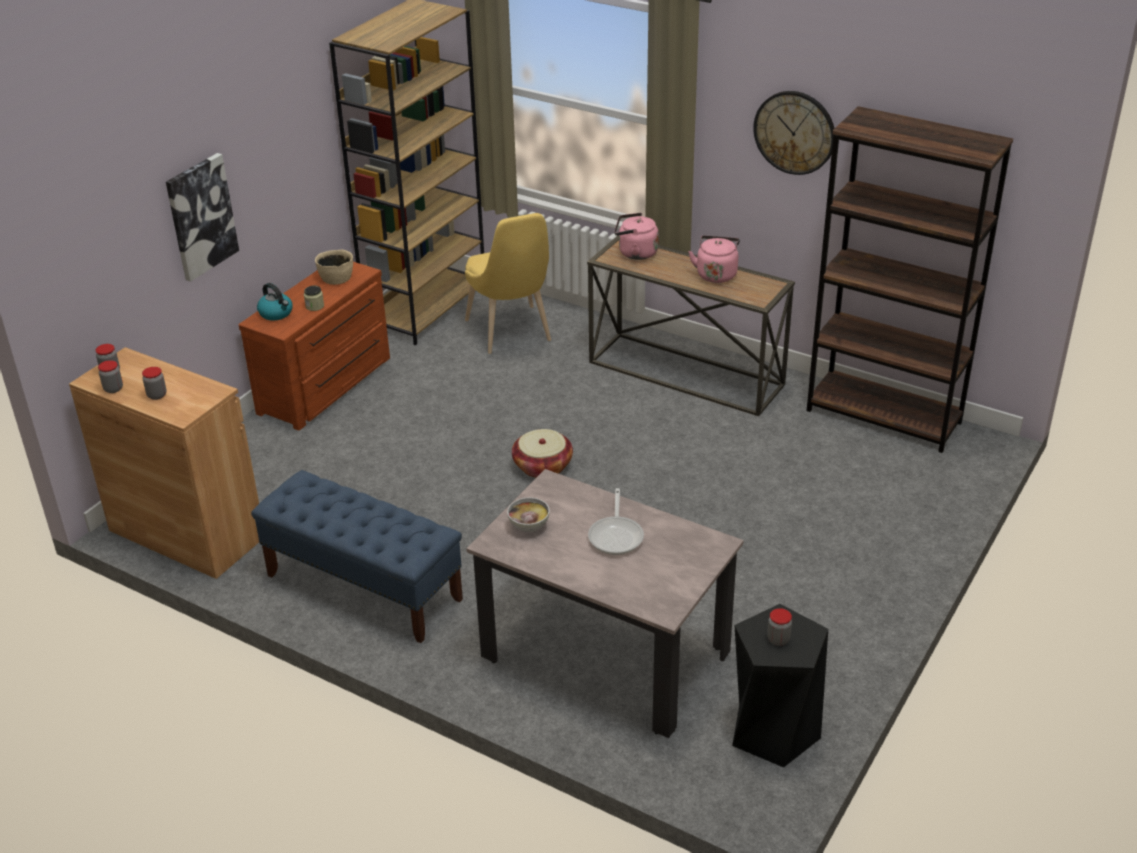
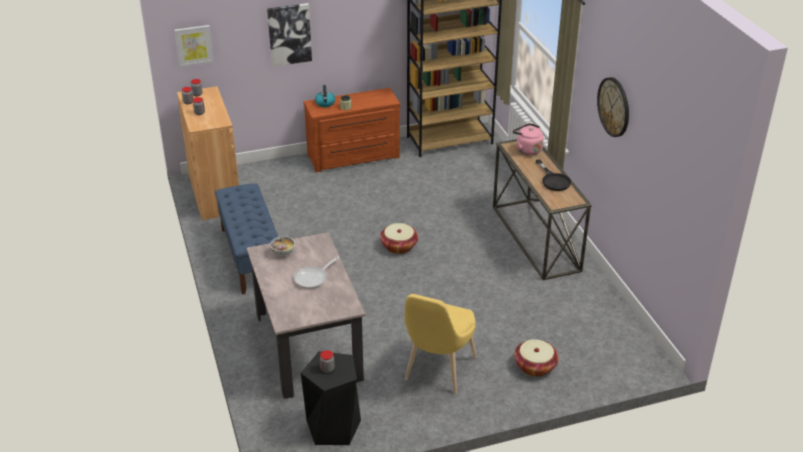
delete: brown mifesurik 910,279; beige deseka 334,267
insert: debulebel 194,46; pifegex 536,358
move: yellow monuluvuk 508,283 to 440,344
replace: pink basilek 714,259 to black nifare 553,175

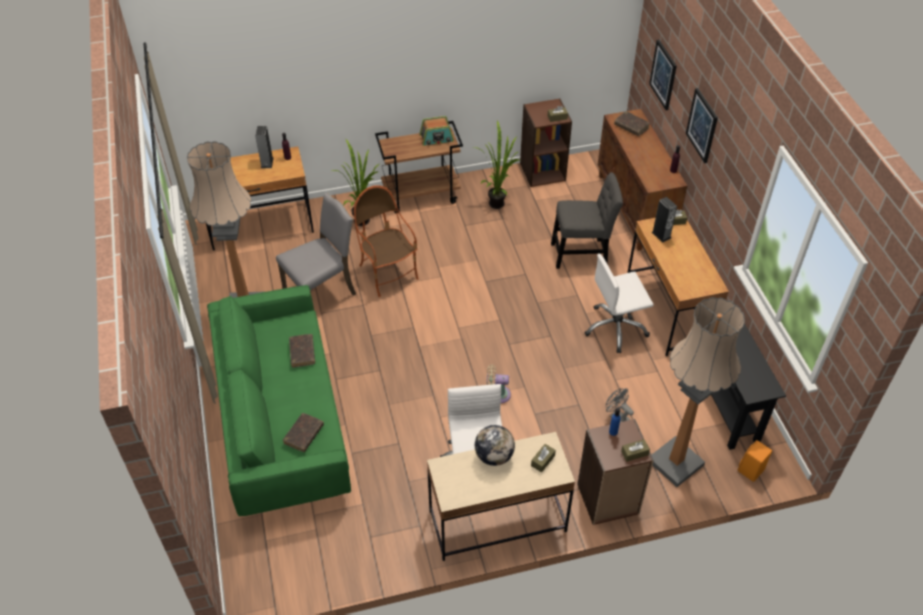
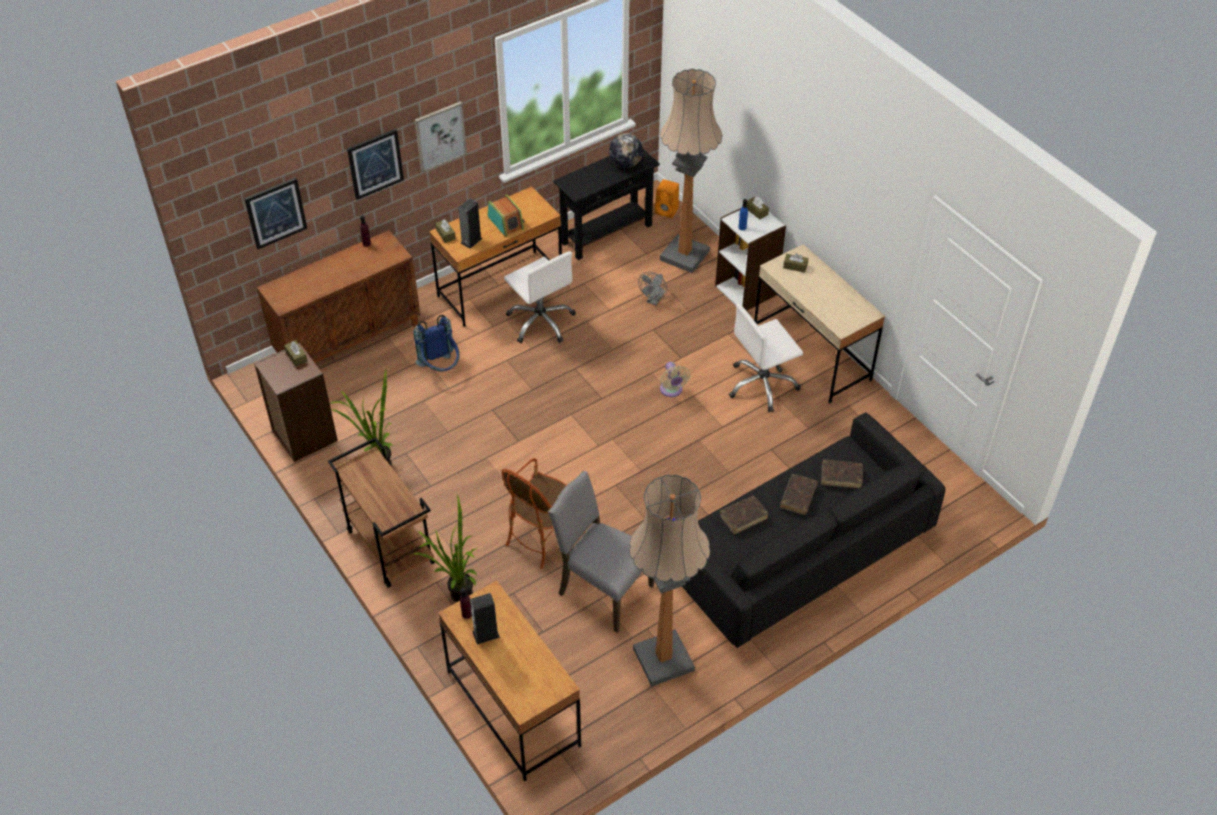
insert: debulebel 441,137
move: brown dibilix 632,123 to 799,494; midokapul 437,131 to 506,215; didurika 495,445 to 626,150
replace: grey monuluvuk 587,220 to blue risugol 436,343
recolor: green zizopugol 279,400 to black zizopugol 810,530; brown mifesurik 615,472 to white mifesurik 750,259

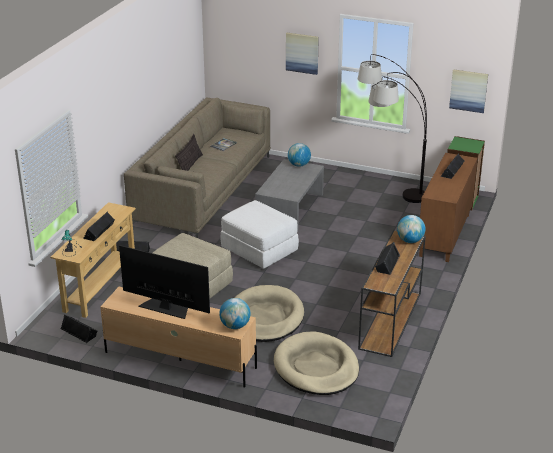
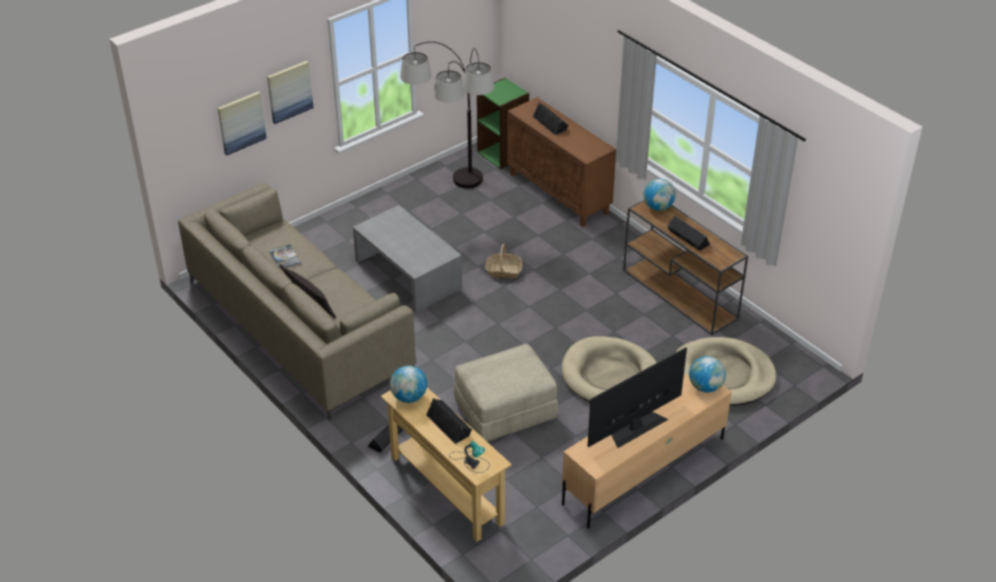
delete: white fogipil 259,234; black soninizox 79,329
insert: pifegex 503,261
move: debulebel 468,91 to 242,123; didurika 299,155 to 408,384

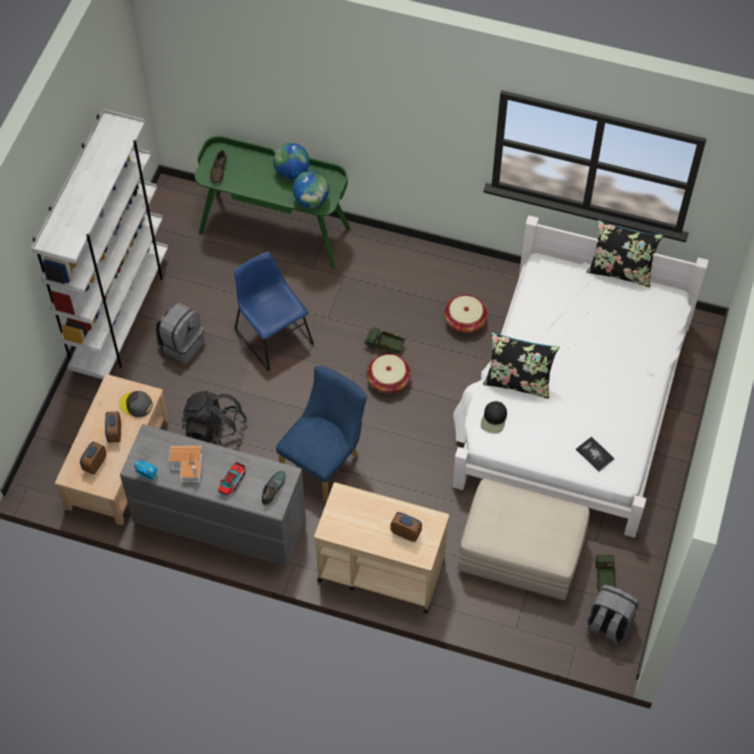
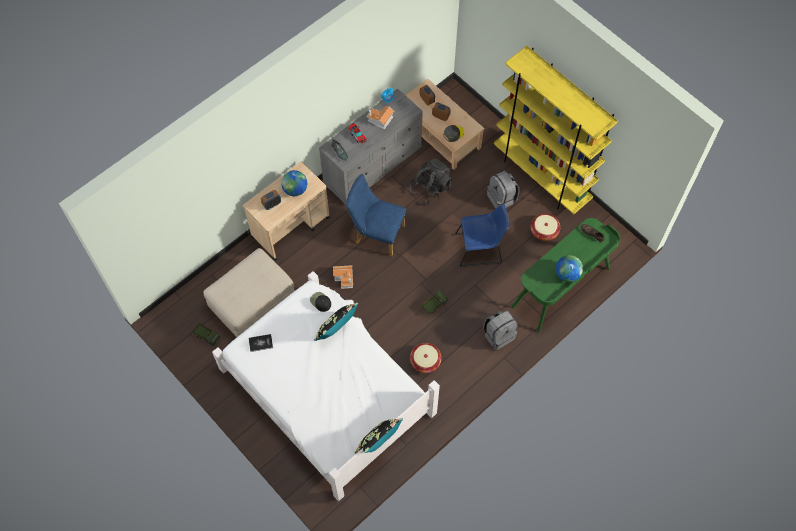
insert: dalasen 343,277
move: didurika 311,189 to 294,183; pifegex 389,373 to 545,227; grey risugol 612,614 to 500,330
recolor: white mifesurik 99,244 to yellow mifesurik 556,130
rotate: blue monuluvuk 321,434 = 376,215 135 degrees clockwise

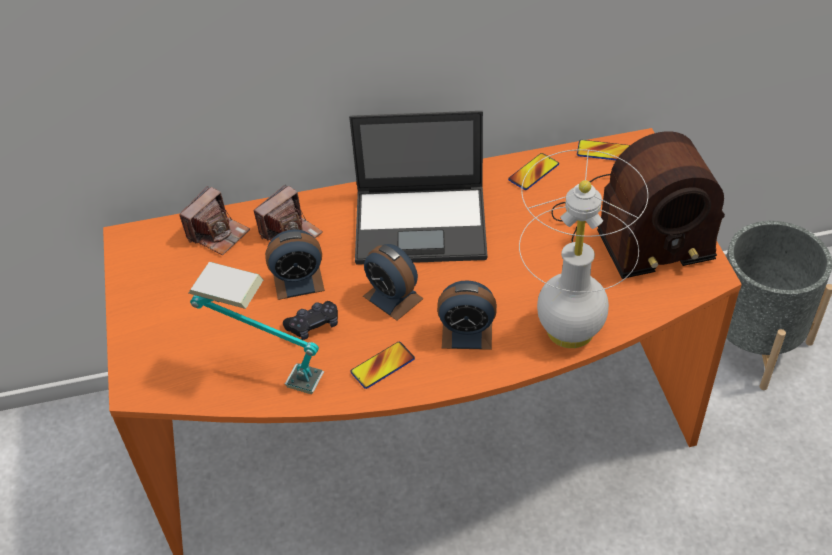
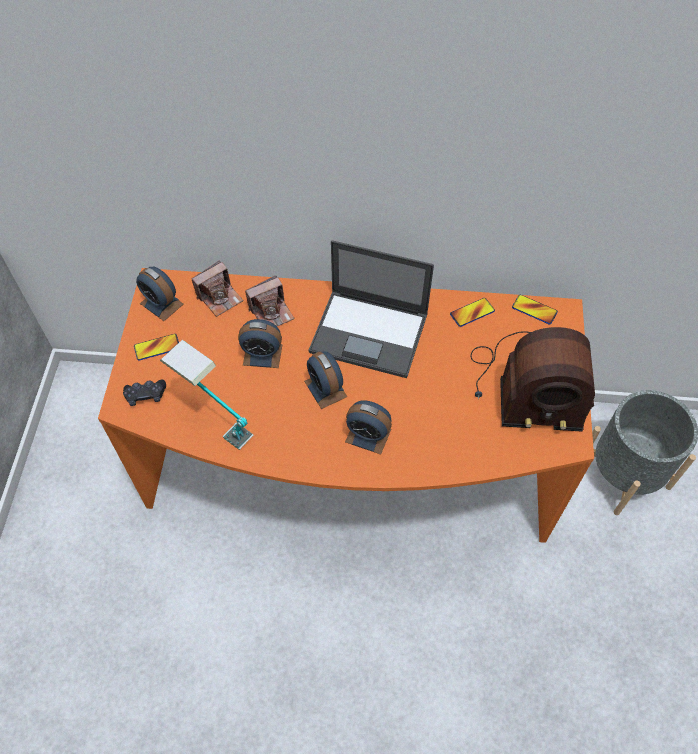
delete: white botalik 583,248
insert: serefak 160,294
move: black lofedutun 310,320 to 144,392; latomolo 383,365 to 156,347

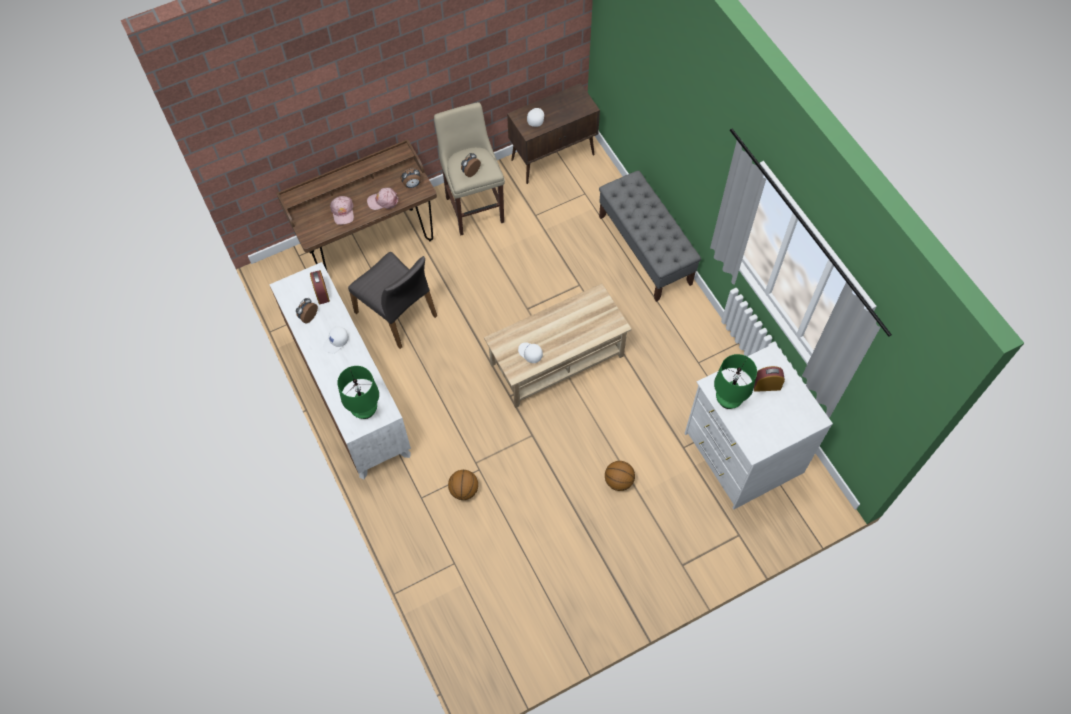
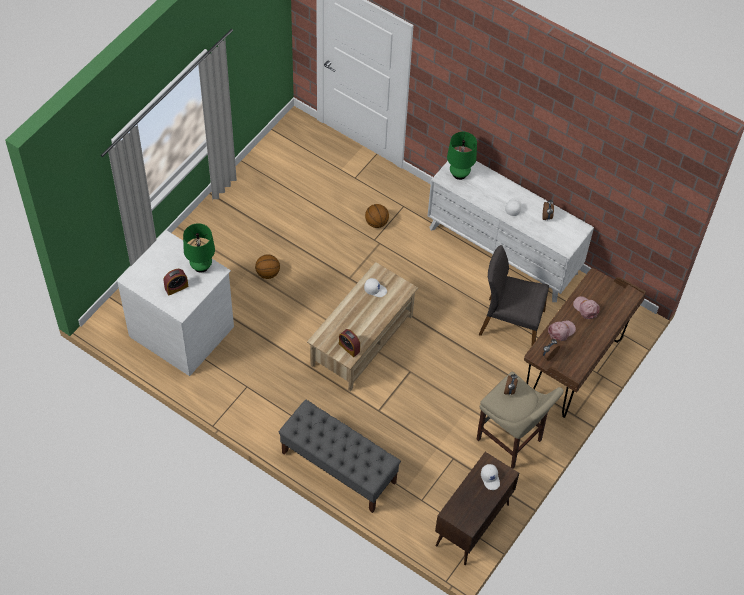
move: serefak 320,287 to 349,343

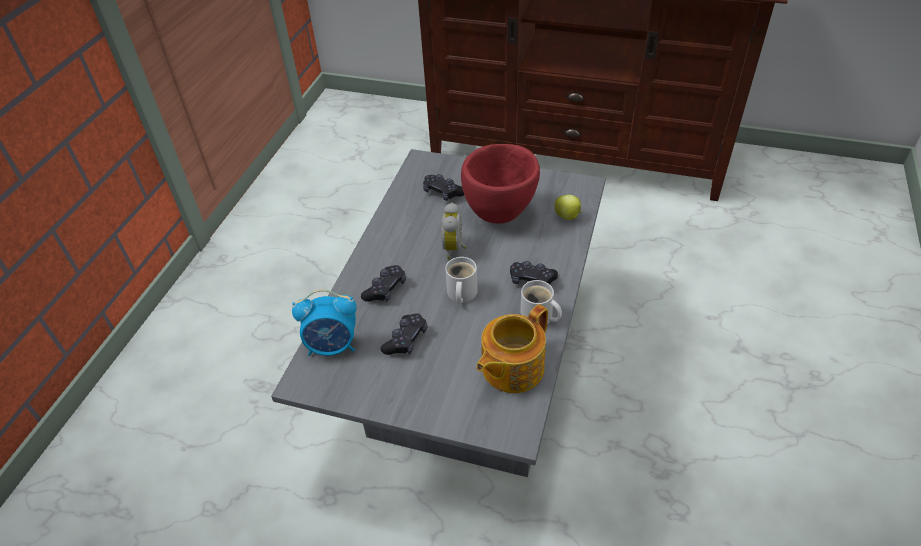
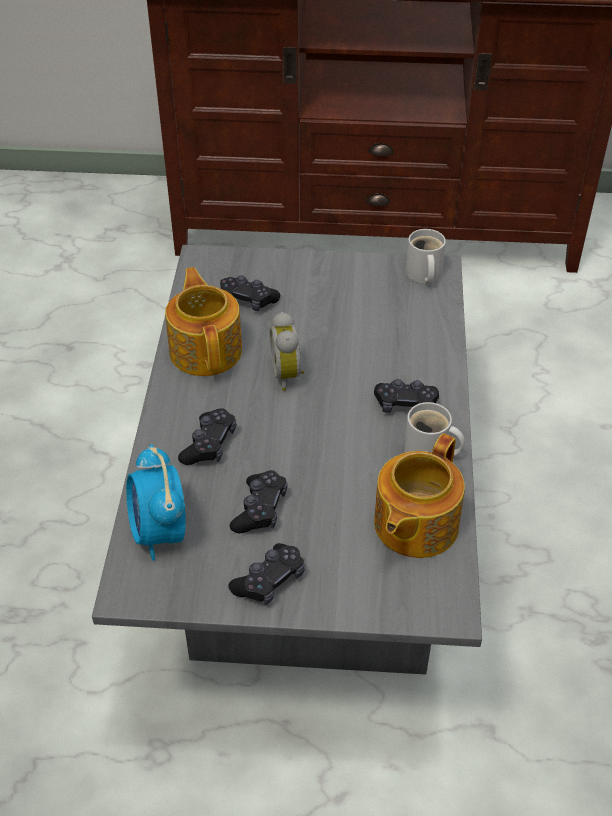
delete: red deseka 500,184; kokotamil 568,207
insert: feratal 203,321; black lofedutun 266,574
move: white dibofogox 461,280 to 426,256
rotate: serefak 324,322 = 156,502 90 degrees clockwise

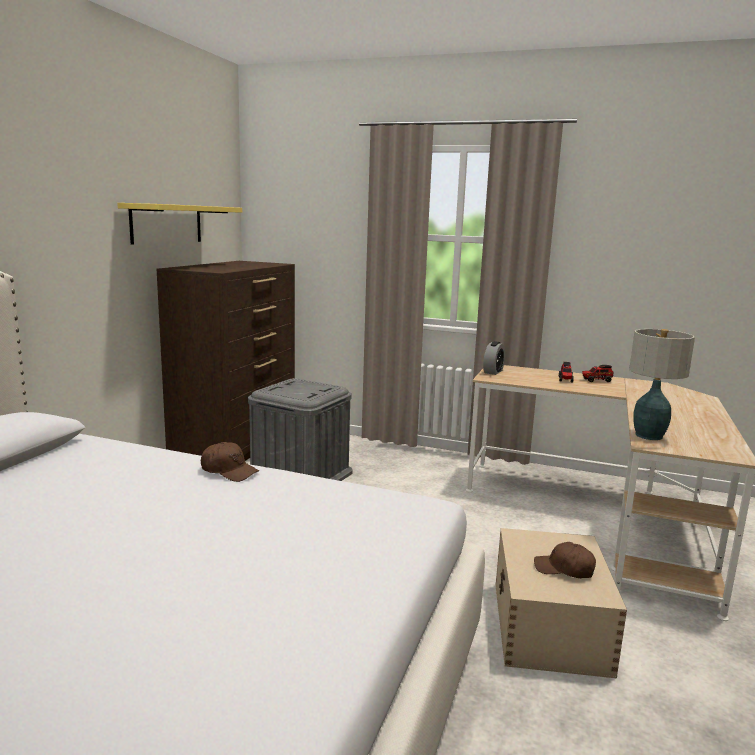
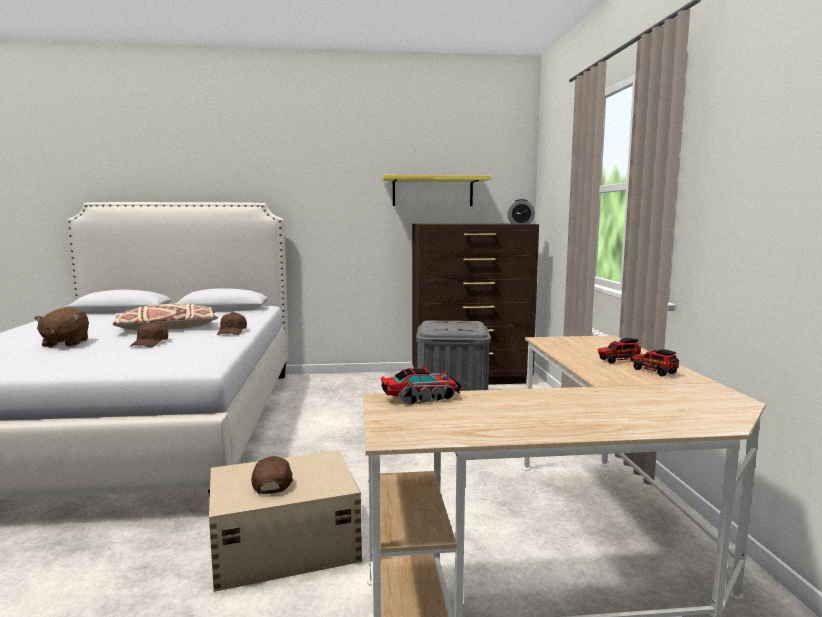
insert: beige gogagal 165,317; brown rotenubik 61,327; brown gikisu 149,334
move: serefak 494,358 to 521,211
replace: botalik 662,384 to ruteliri 420,386

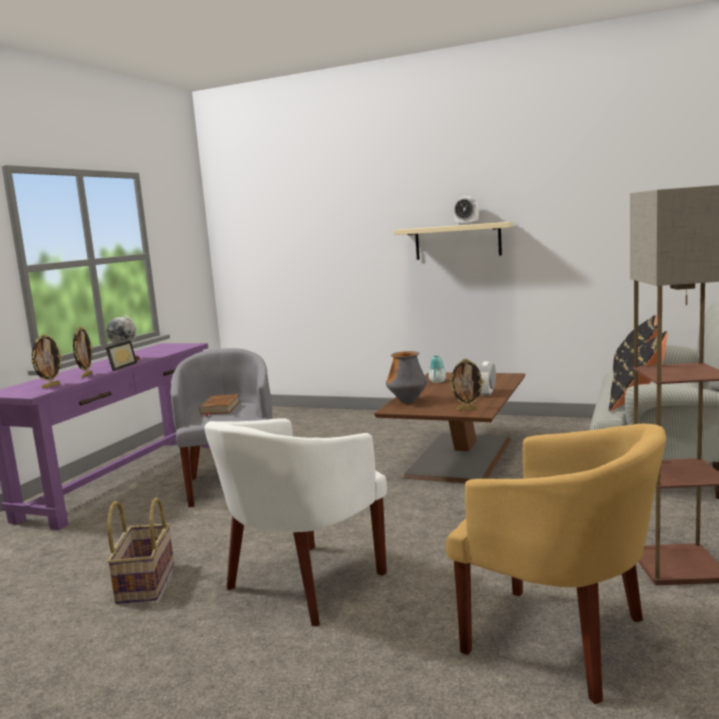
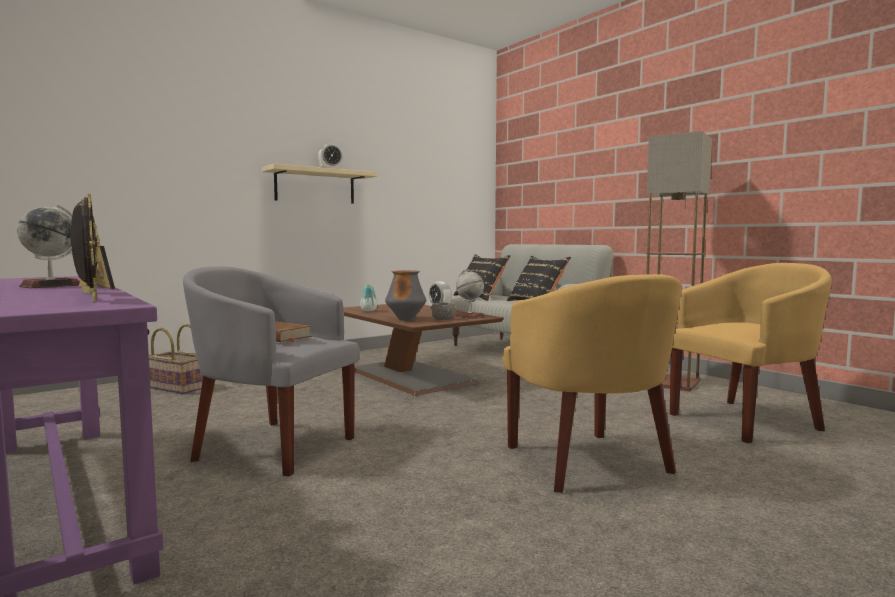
insert: grey deseka 443,311
move: pifegex 140,550 to 176,359
replace: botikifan 466,384 to didurika 470,294
recolor: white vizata 296,522 to yellow vizata 592,383

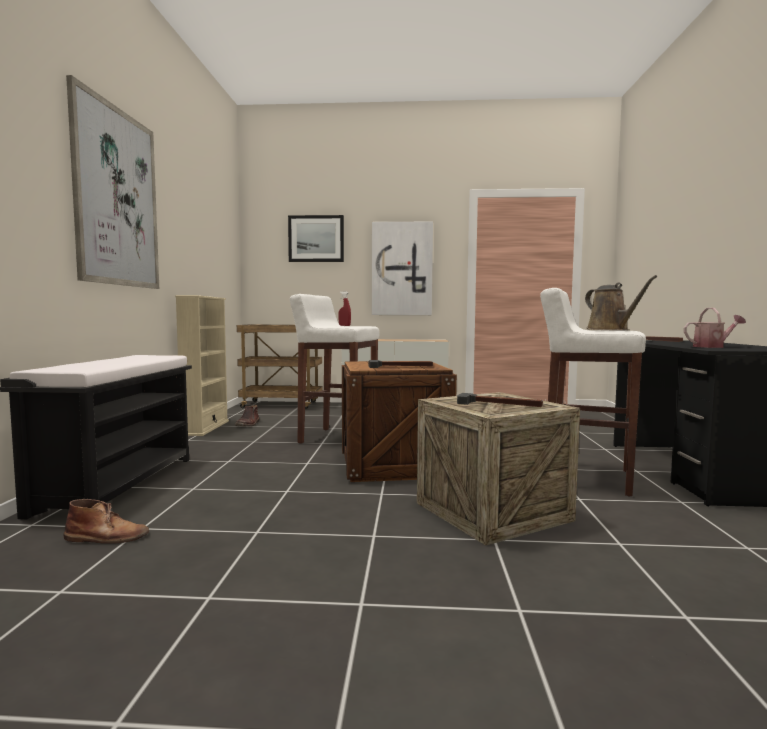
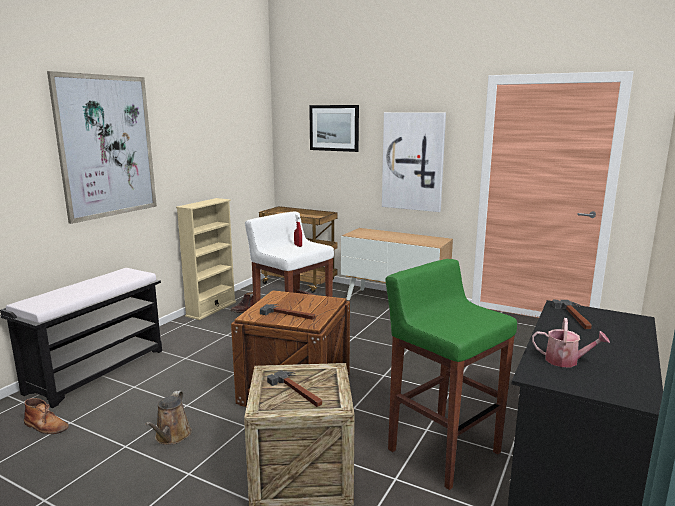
move: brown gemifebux 621,302 to 168,418
recolor: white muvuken 593,392 to green muvuken 451,374

